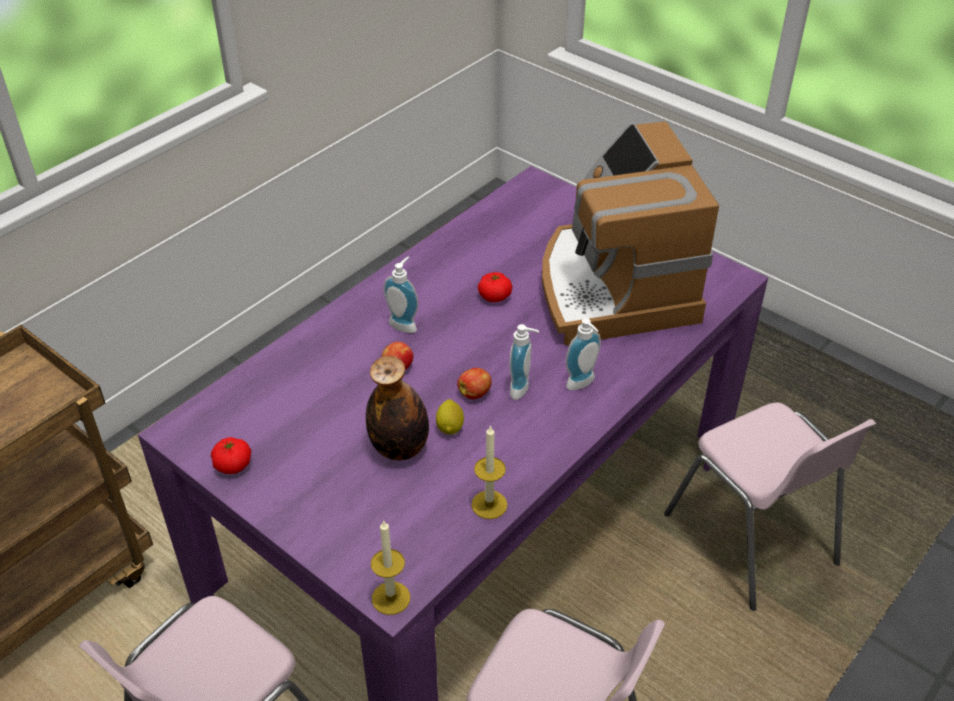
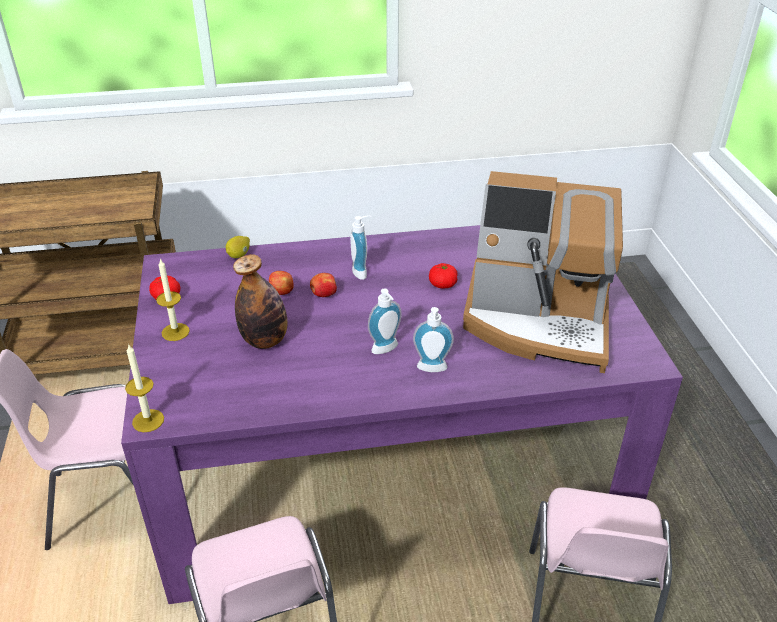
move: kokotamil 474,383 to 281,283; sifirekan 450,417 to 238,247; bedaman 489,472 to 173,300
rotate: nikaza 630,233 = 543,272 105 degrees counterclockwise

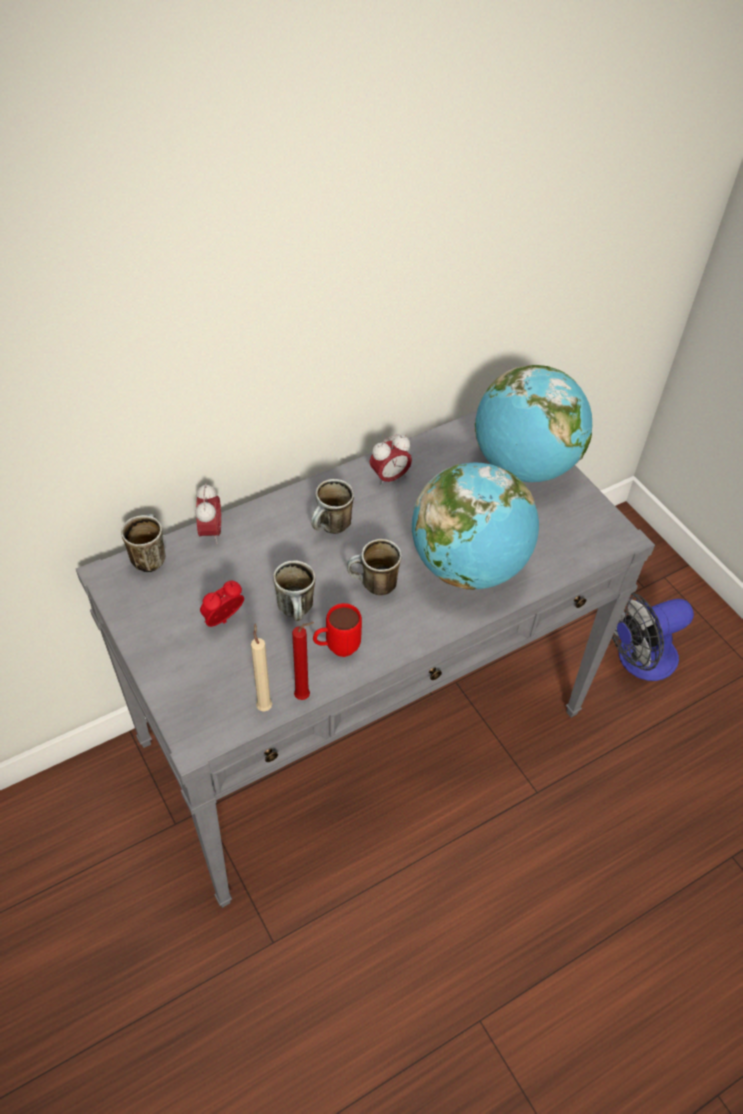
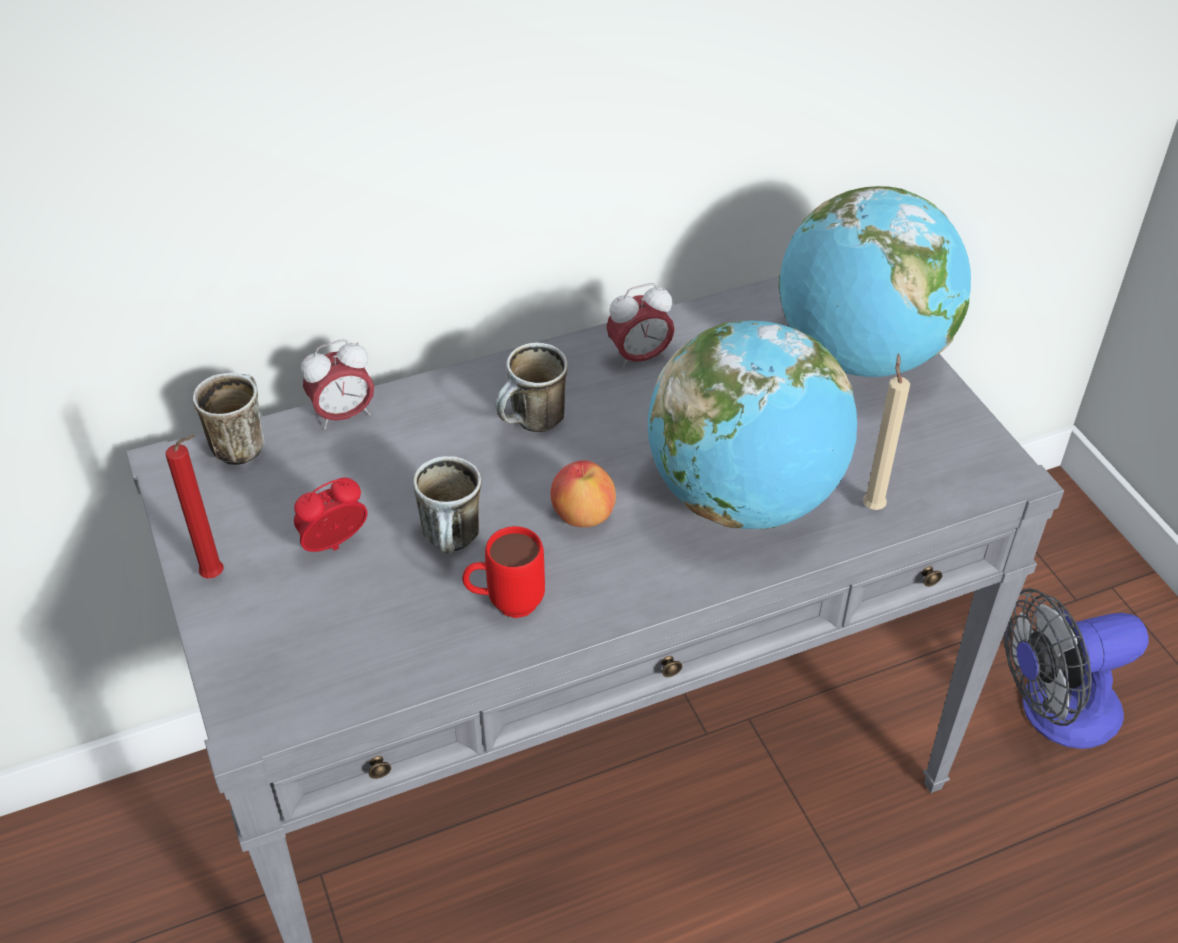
move: red bedaman 303,661 to 194,506; beige bedaman 261,667 to 886,431
replace: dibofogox 374,567 to kokotamil 583,493
rotate: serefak 208,513 = 337,384 60 degrees clockwise

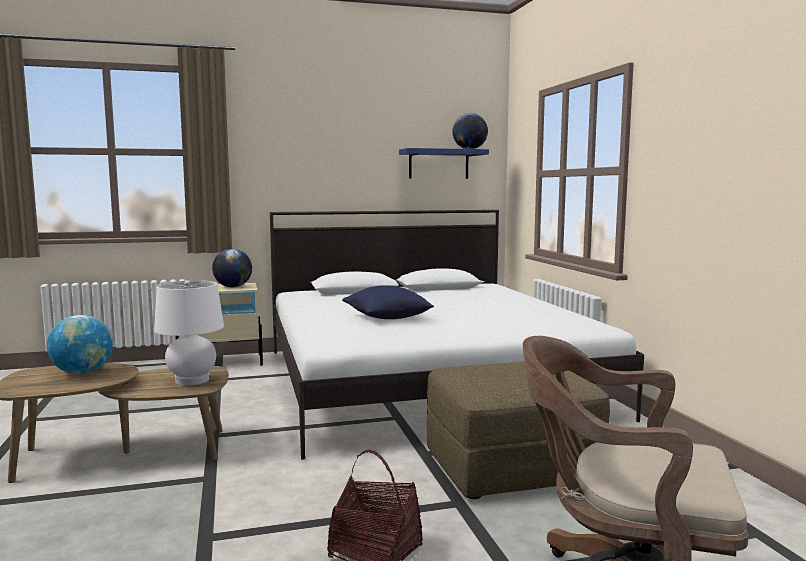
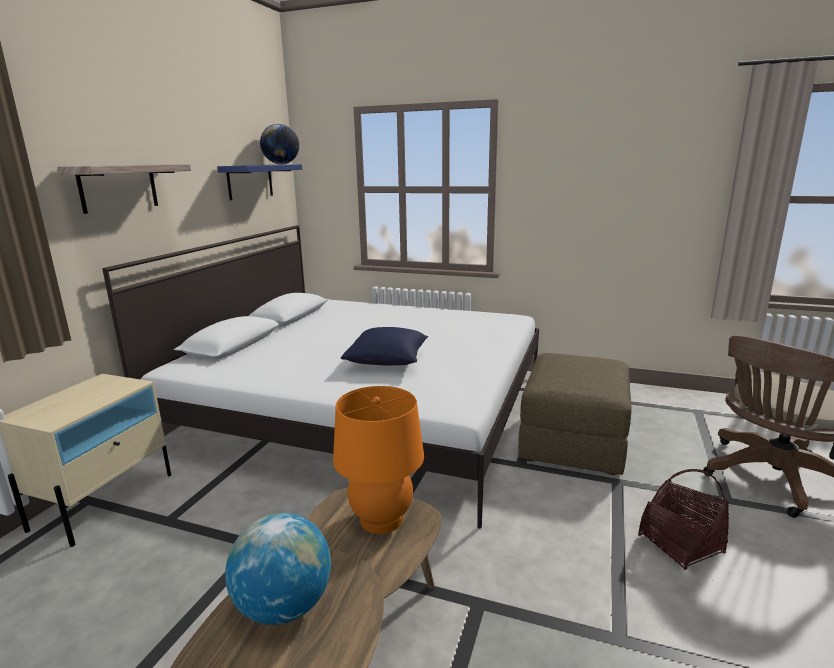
delete: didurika 232,268
insert: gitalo 124,189
recolor: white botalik 189,333 to orange botalik 378,460

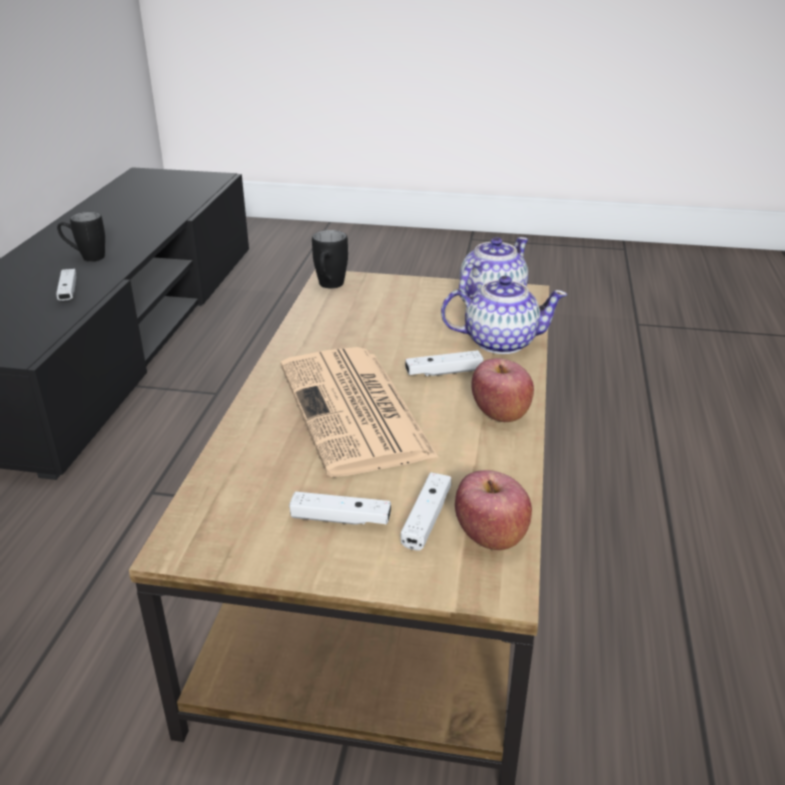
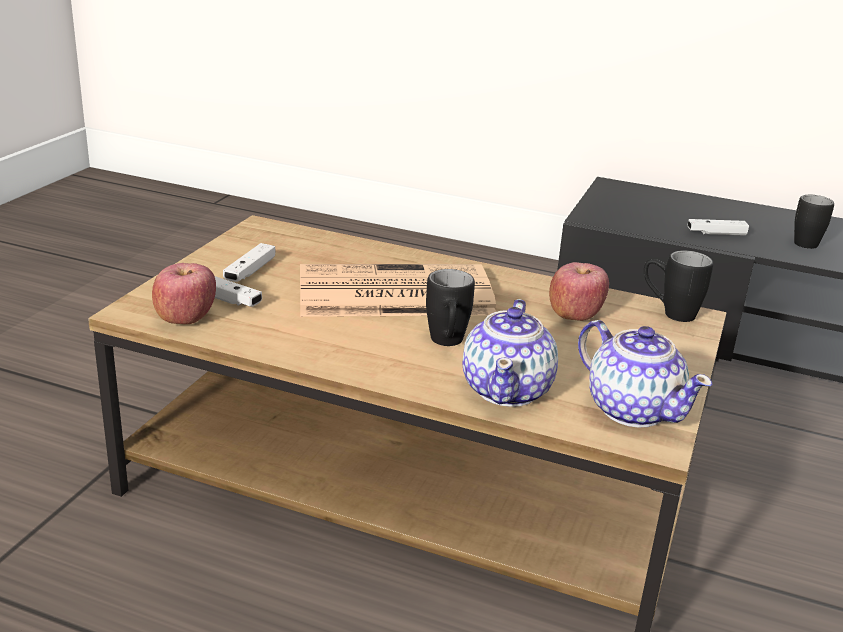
move: kokotamil 502,390 to 579,291
replace: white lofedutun 444,363 to black dibofogox 450,307

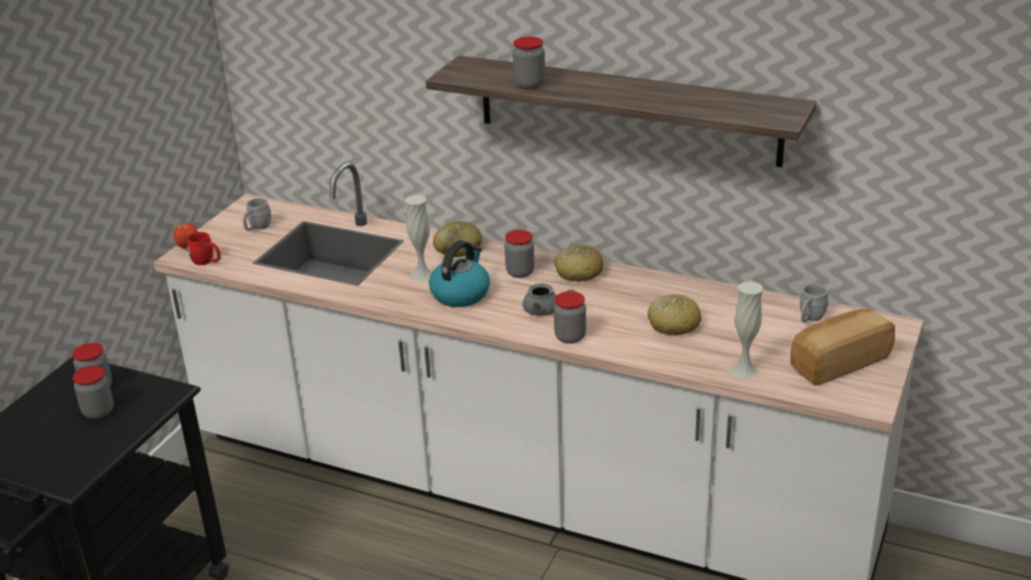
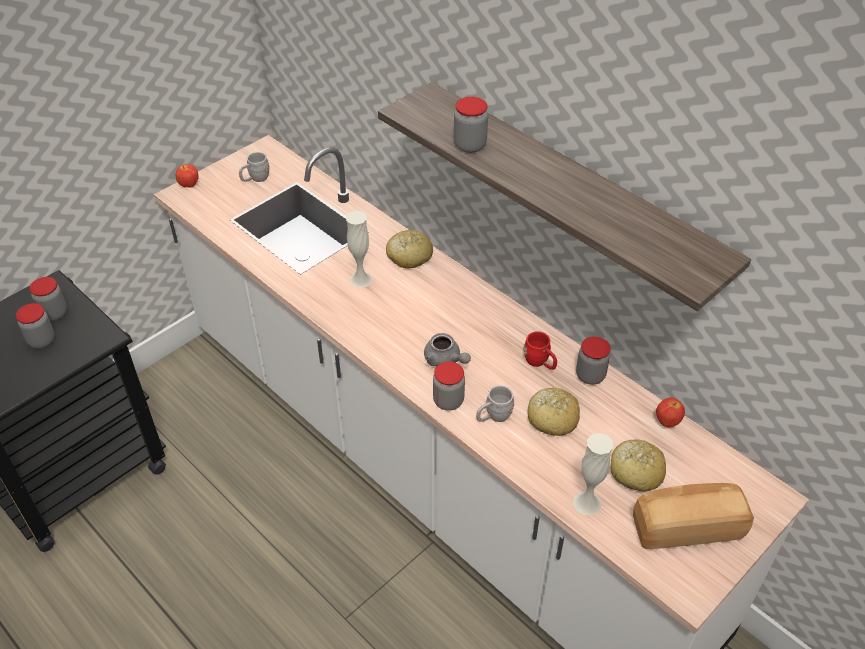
delete: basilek 459,274
insert: kokotamil 670,412
move: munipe 520,254 to 593,360; red dibofogox 204,248 to 540,350; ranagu 578,263 to 638,466; grey dibofogox 814,303 to 495,403

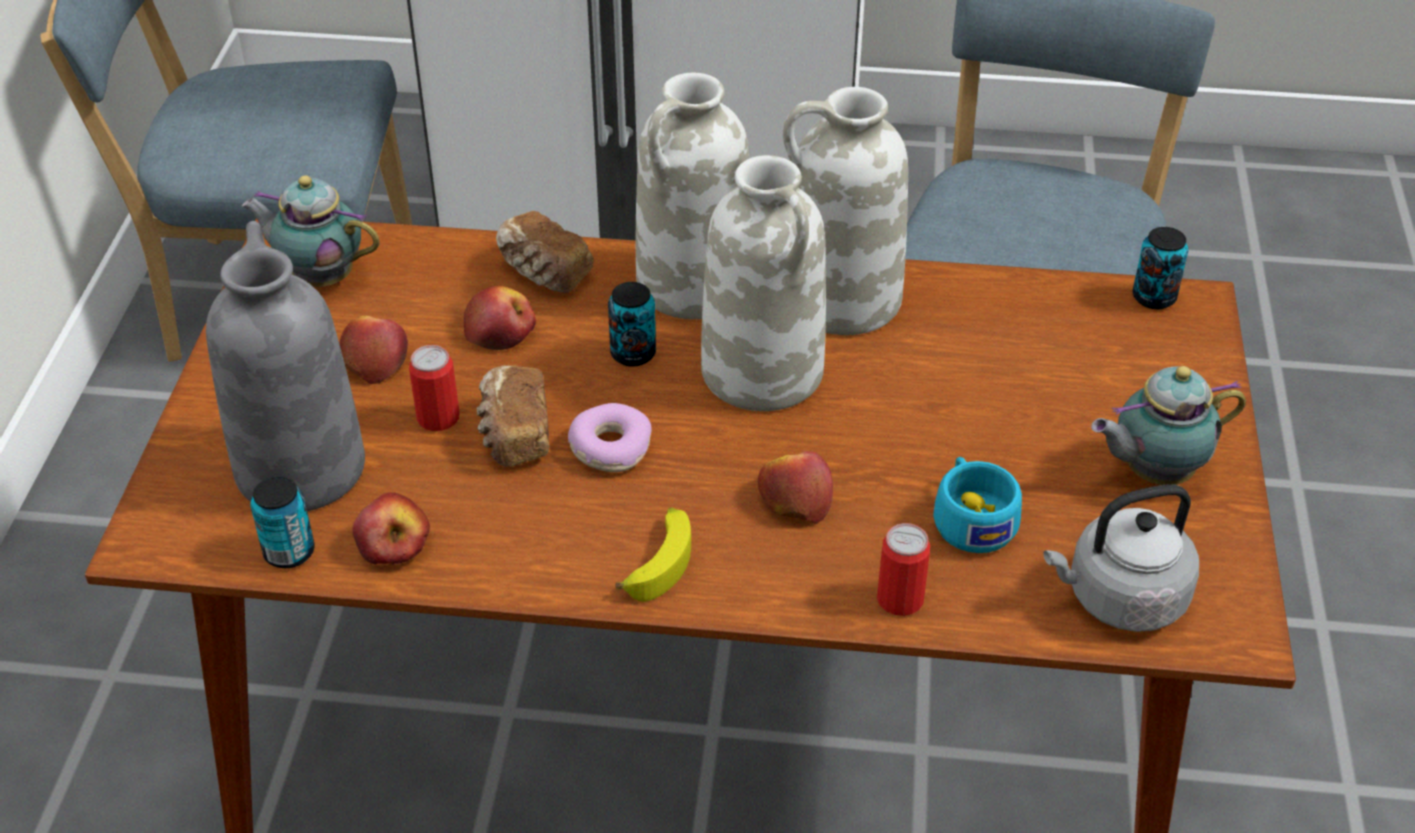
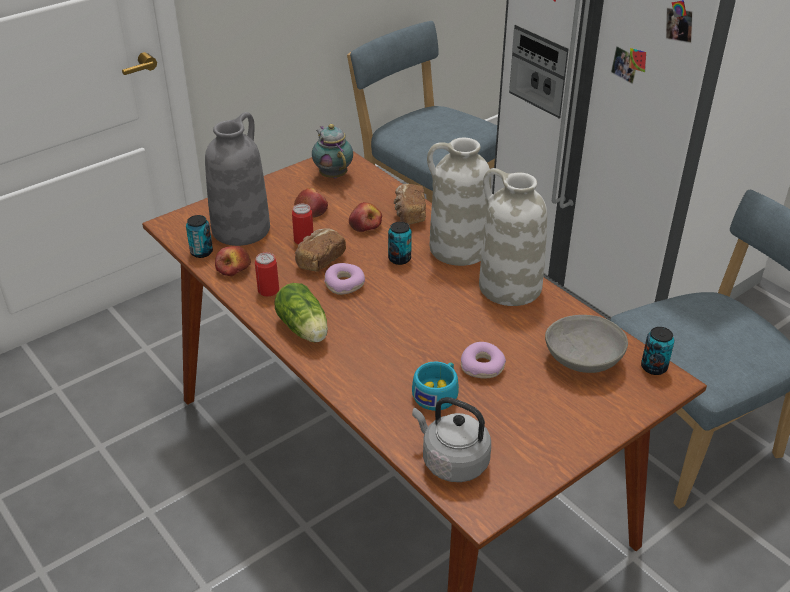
delete: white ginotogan 763,283; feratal 1168,425; kokotamil 795,487
insert: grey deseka 586,344; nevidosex 483,360
move: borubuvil 903,569 to 267,274
replace: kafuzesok 653,554 to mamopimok 301,312

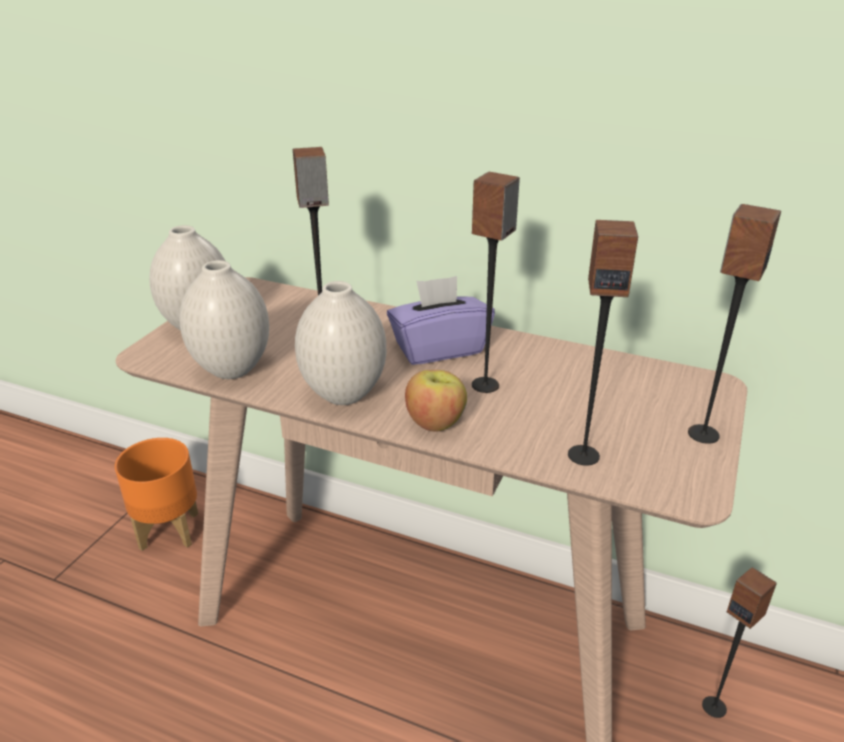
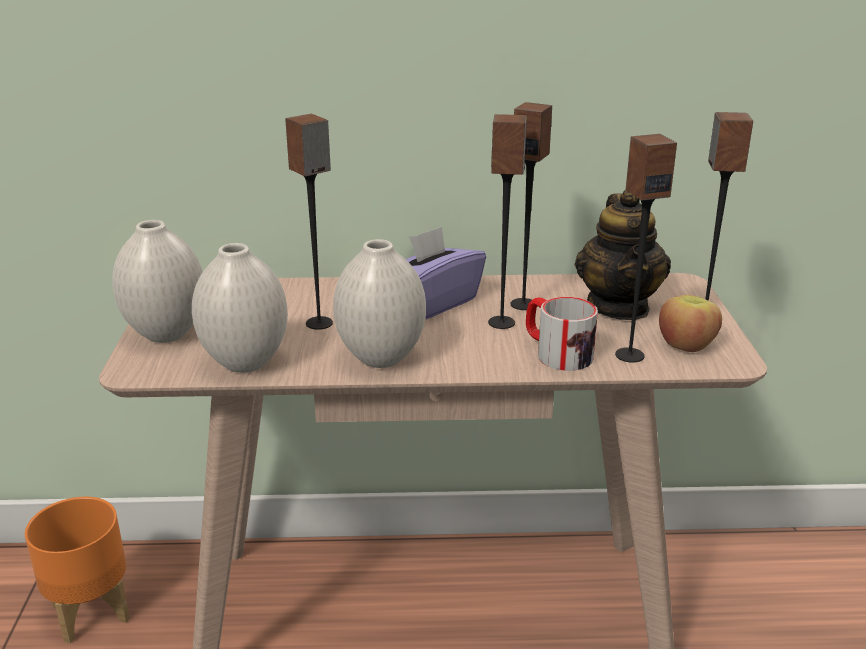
insert: feratal 623,254; dibofogox 562,334
move: kokotamil 436,400 to 690,323; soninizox 739,642 to 531,206

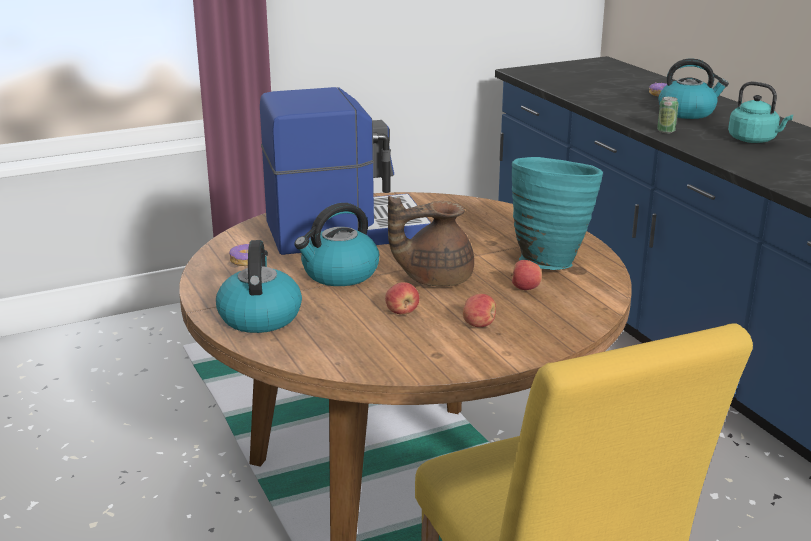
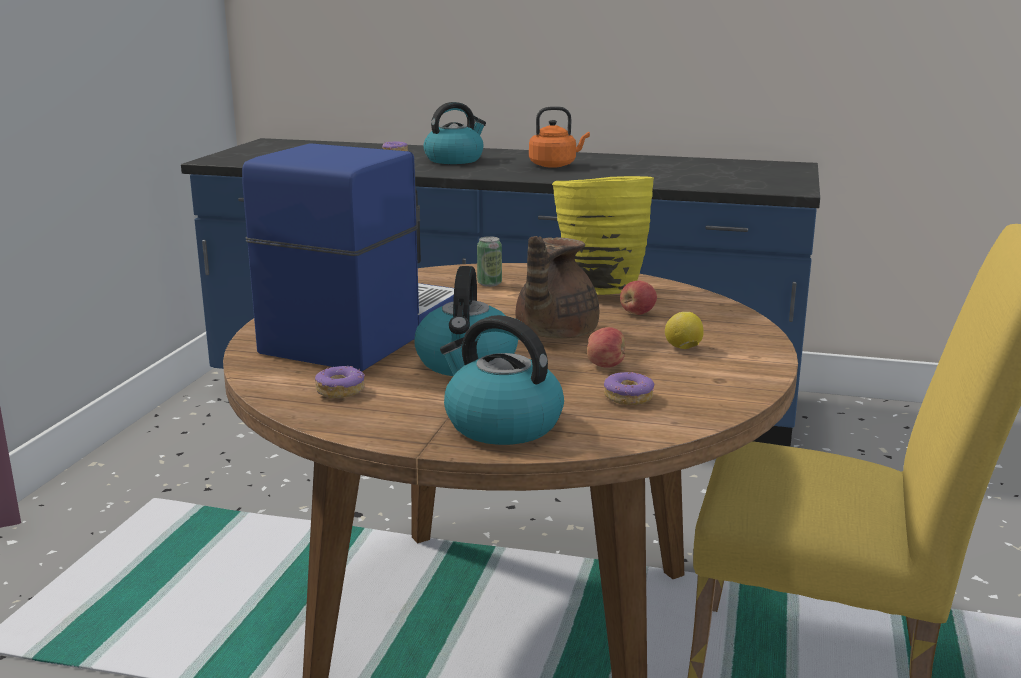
insert: nevidosex 629,388
move: borubuvil 668,115 to 489,261
replace: kokotamil 479,310 to sifirekan 684,330
recolor: turquoise basilek 760,112 to orange basilek 559,137; turquoise ginotogan 557,213 to yellow ginotogan 603,235

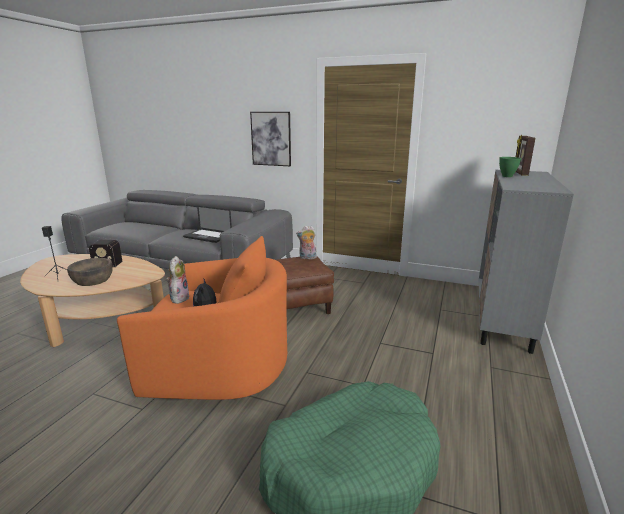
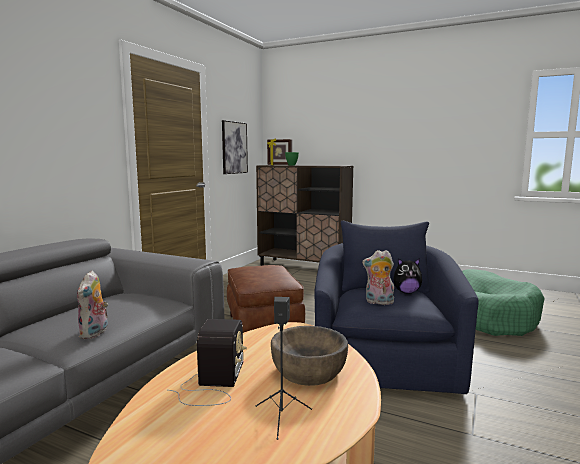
delete: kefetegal 207,224
move: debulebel 270,139 to 235,147; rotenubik 306,242 to 92,304
recolor: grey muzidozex 526,262 to brown muzidozex 304,215; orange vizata 202,318 to blue vizata 397,307

